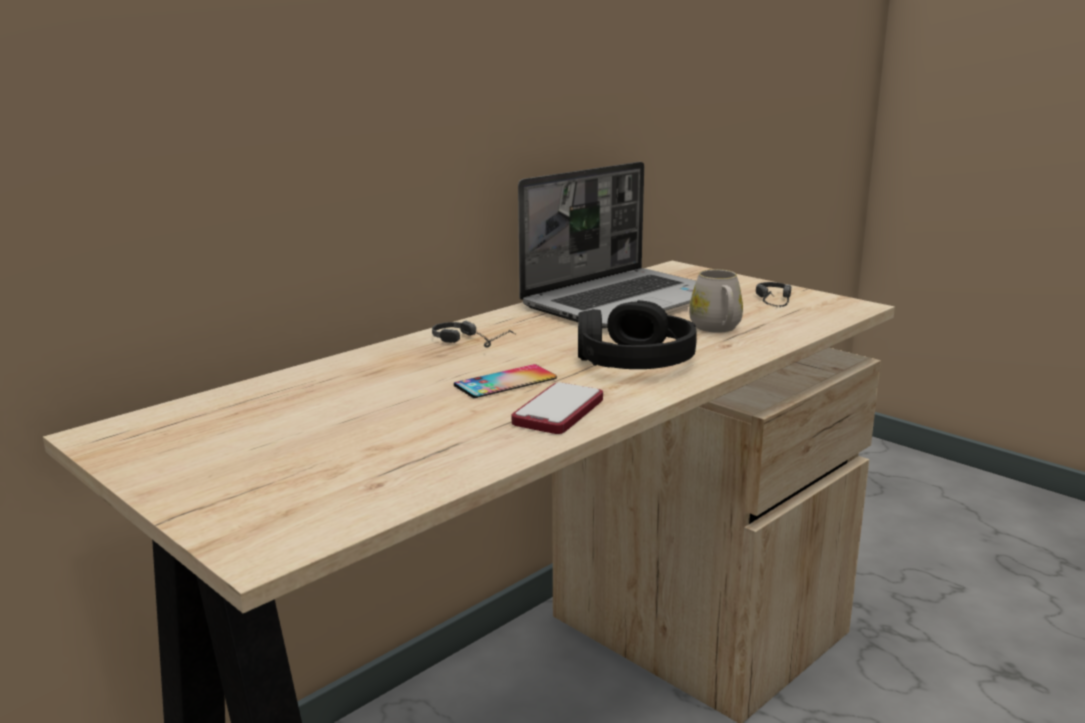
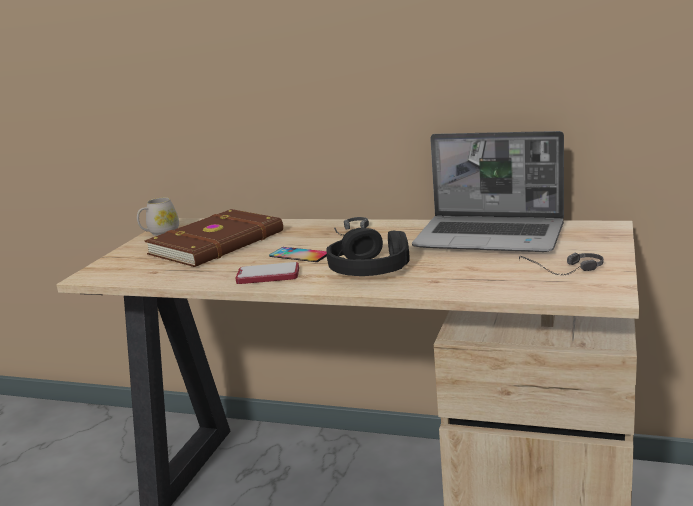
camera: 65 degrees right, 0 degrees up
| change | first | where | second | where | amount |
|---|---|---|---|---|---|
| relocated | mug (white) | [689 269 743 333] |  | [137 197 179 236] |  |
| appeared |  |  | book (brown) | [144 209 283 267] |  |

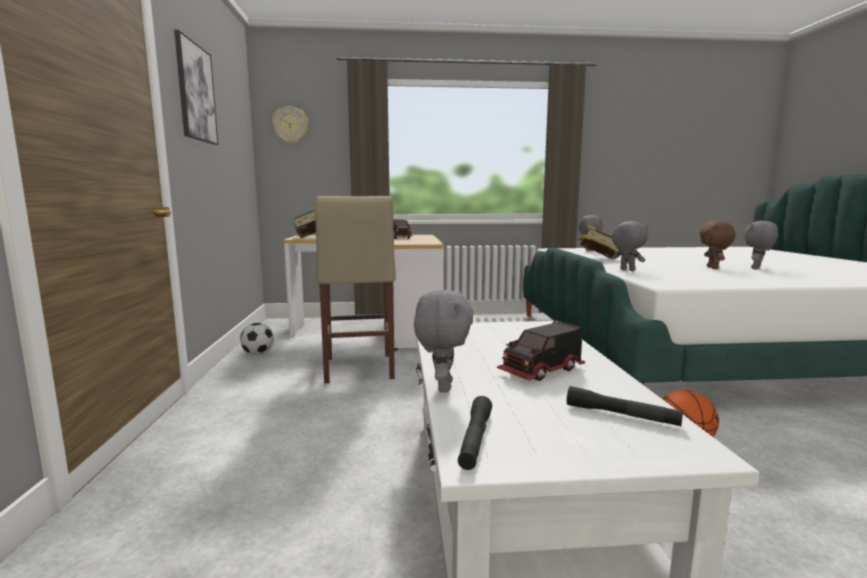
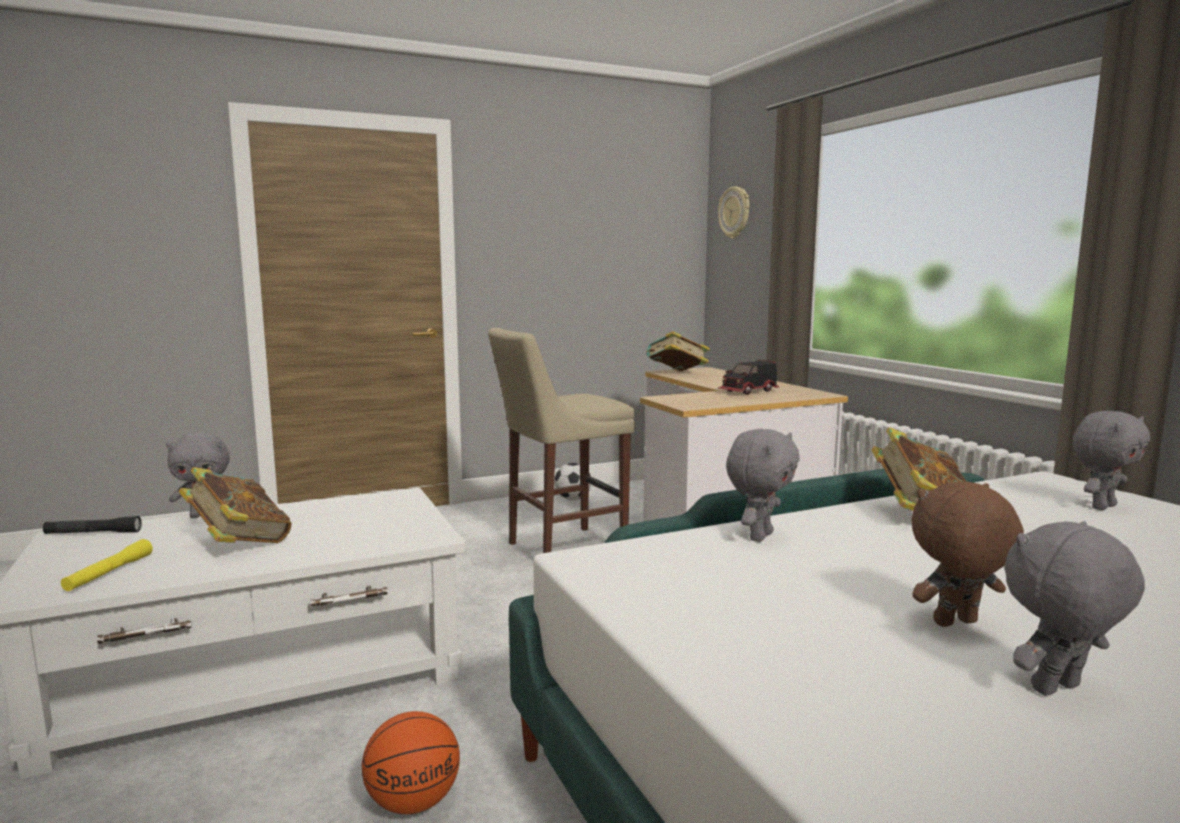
camera: 70 degrees right, 0 degrees up
| change | first | where | second | where | amount |
|---|---|---|---|---|---|
| colour | flashlight (black) | [567 386 683 427] | flashlight (yellow) | [61 539 153 591] |  |
| exchanged | toy truck | [496 321 585 381] | book | [179 467 291 543] |  |
| spun | plush toy (grey) | [744 221 778 269] |  | [1004 521 1145 696] | 45 degrees counterclockwise |
| missing | picture | [174 30 218 145] |  |  |  |

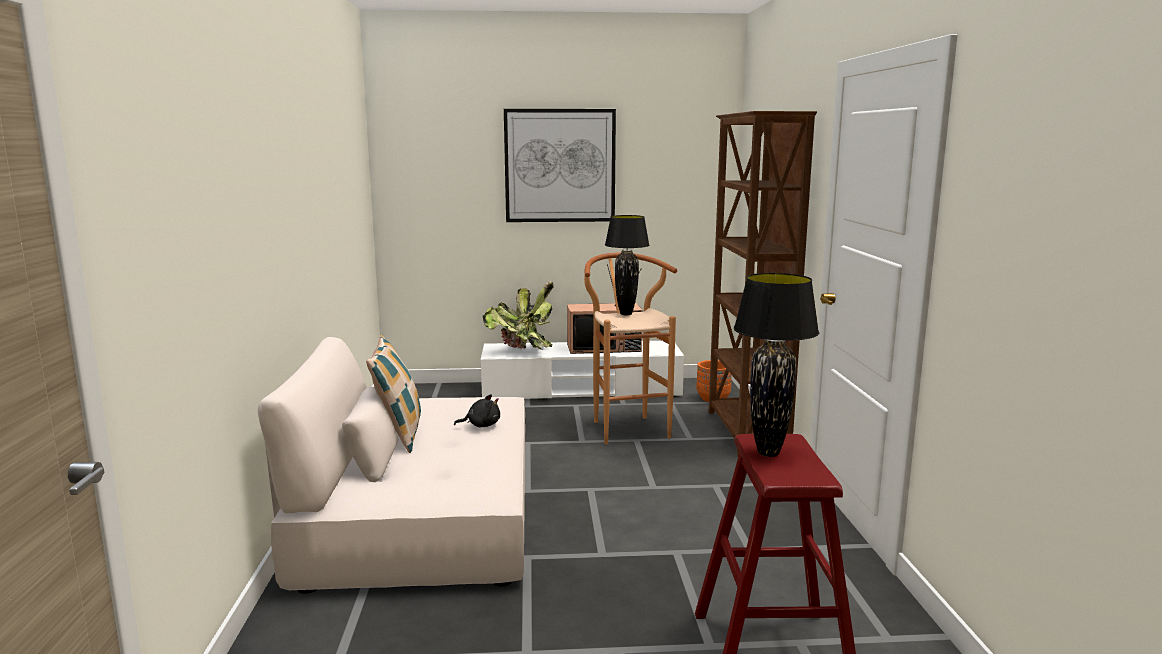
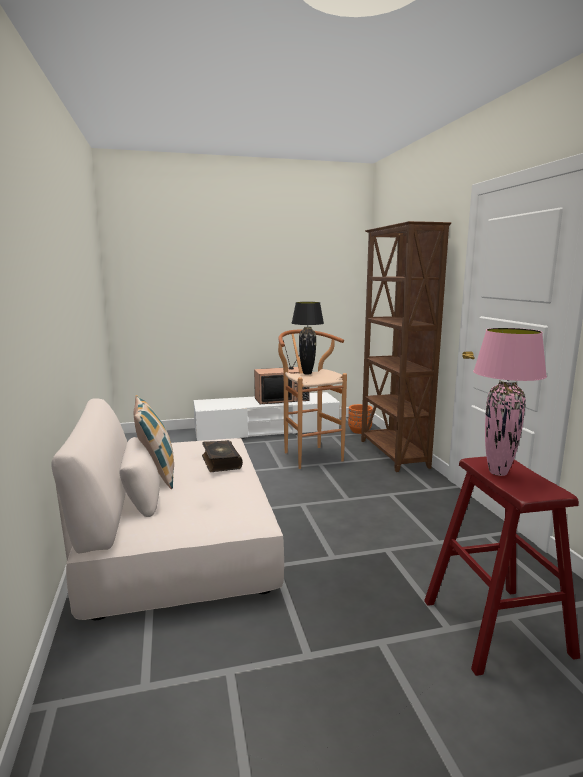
camera: 10 degrees left, 0 degrees up
| change | first | where | second | where | amount |
|---|---|---|---|---|---|
| exchanged | plush toy (black) | [454 394 500 428] | book | [202 440 243 472] |  |
| colour | table lamp (black) | [734 273 819 457] | table lamp (pink) | [473 328 547 476] |  |
| missing | potted plant | [483 282 554 350] |  |  |  |
| missing | picture | [504 109 616 222] |  |  |  |

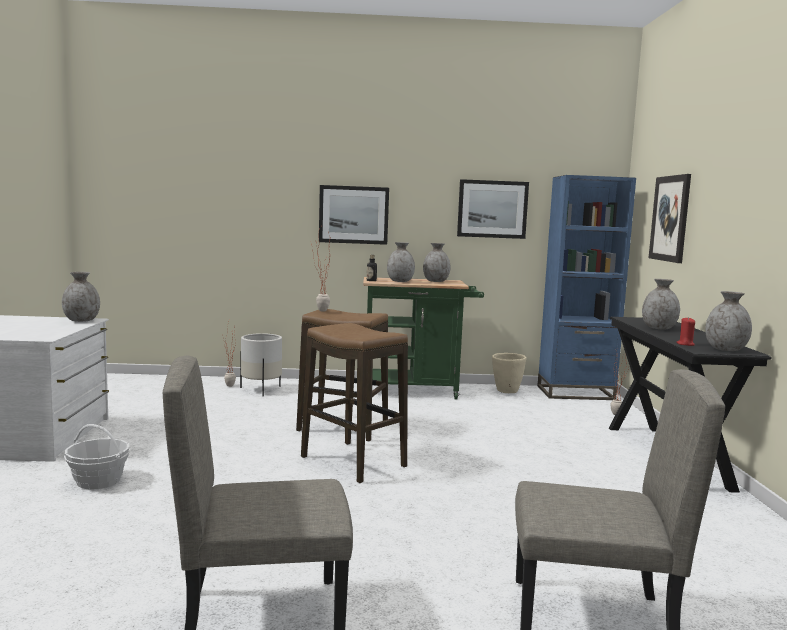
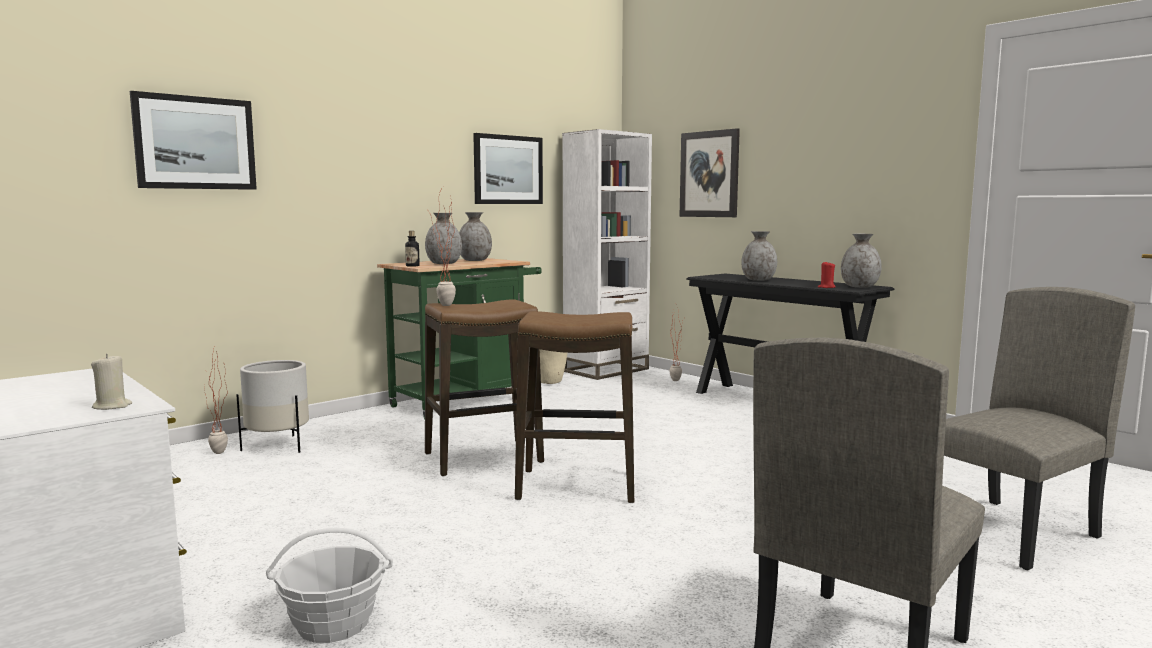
camera: 40 degrees left, 0 degrees up
| change | first | where | second | where | amount |
|---|---|---|---|---|---|
| appeared |  |  | candle (beige) | [91 354 132 410] |  |
| relocated | picture | [319 185 389 245] |  | [130 91 257 190] |  |
| colour | bookcase (blue) | [538 175 636 400] | bookcase (white) | [562 129 652 380] |  |
| missing | vase (grey) | [62 272 100 322] |  |  |  |

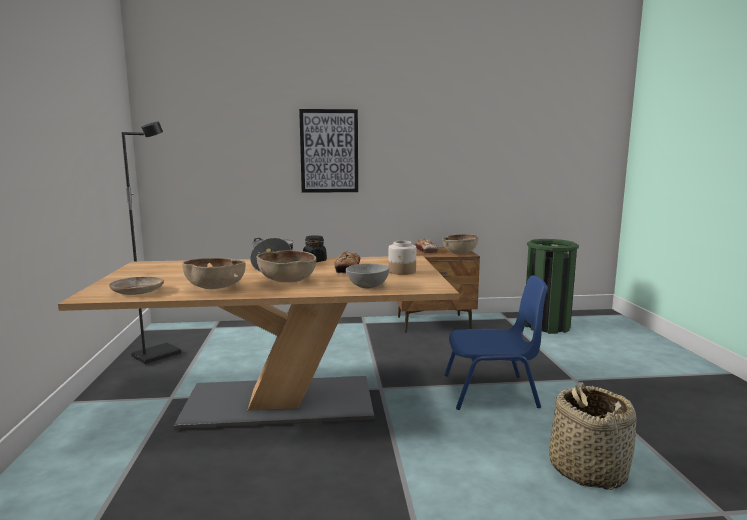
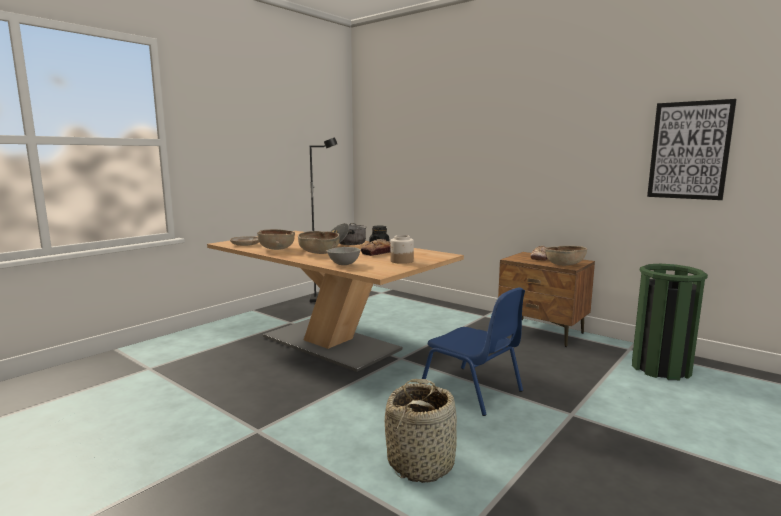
camera: 45 degrees right, 0 degrees up
| change | first | where | second | where | amount |
|---|---|---|---|---|---|
| relocated | picture | [299 109 358 193] |  | [647 99 737 200] |  |

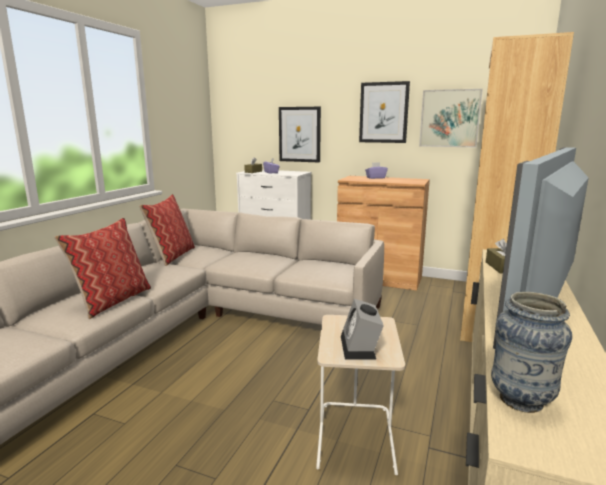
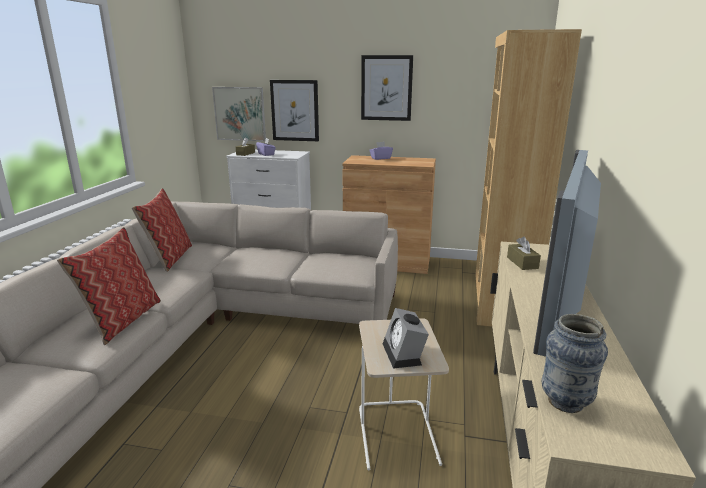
camera: 10 degrees left, 5 degrees up
| change | first | where | second | where | amount |
|---|---|---|---|---|---|
| relocated | picture | [419 89 483 148] |  | [212 87 266 141] |  |

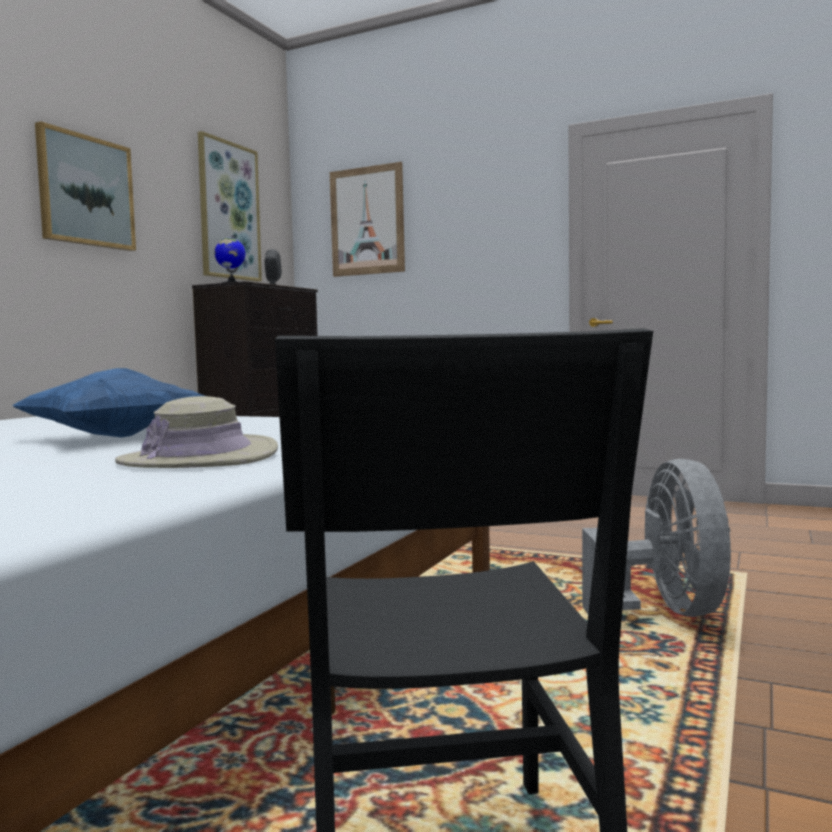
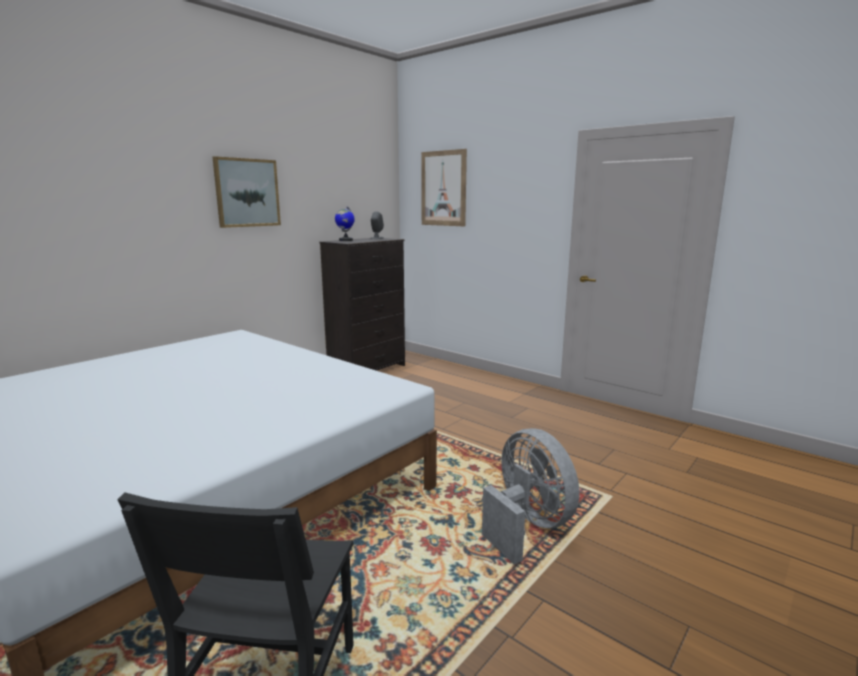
camera: 15 degrees right, 10 degrees up
| change | first | where | second | where | amount |
|---|---|---|---|---|---|
| spun | fan (grey) | [582 459 731 617] |  | [482 428 580 565] | 45 degrees counterclockwise |
| missing | pillow (blue) | [12 368 205 438] |  |  |  |
| missing | hat (beige) | [115 396 278 468] |  |  |  |
| missing | picture | [198 131 262 282] |  |  |  |

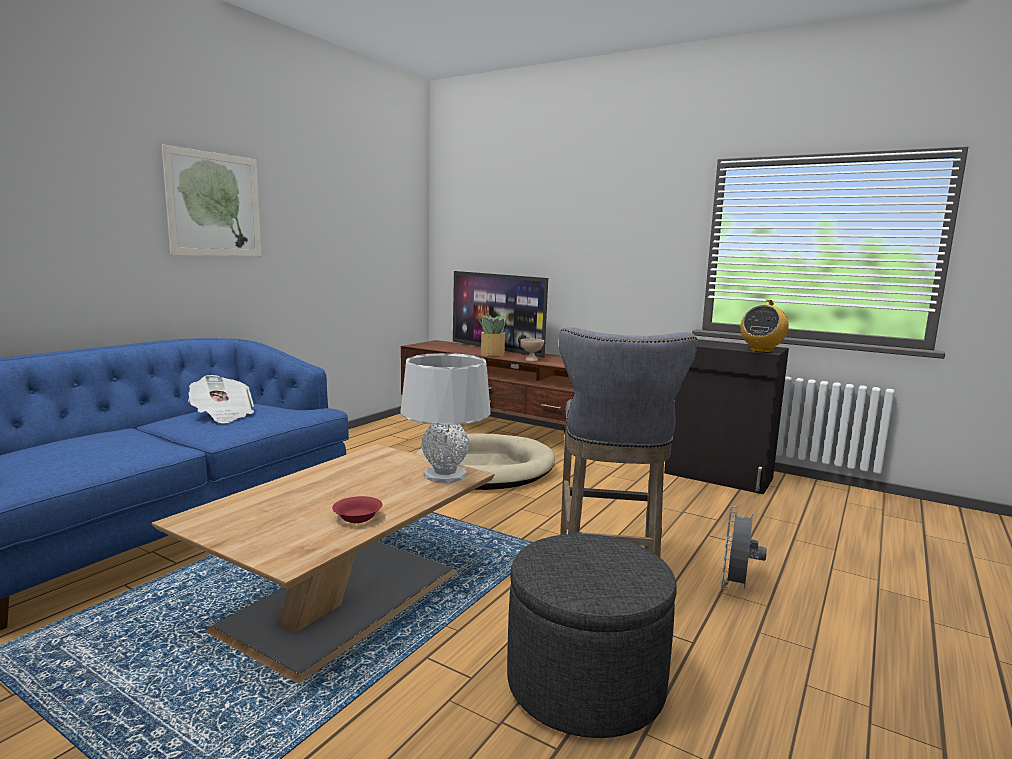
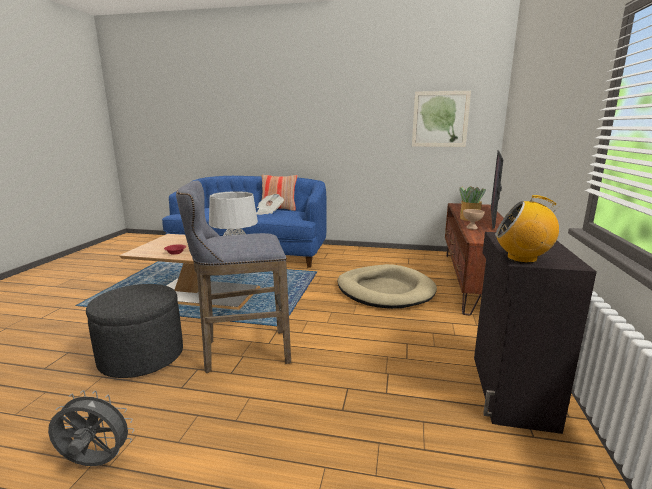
camera: 70 degrees right, 5 degrees up
| change | first | where | second | where | amount |
|---|---|---|---|---|---|
| relocated | fan (grey) | [721 506 767 590] |  | [48 390 134 466] |  |
| appeared |  |  | pillow | [261 175 297 211] |  |
| relocated | picture | [162 144 261 256] |  | [412 91 471 147] |  |

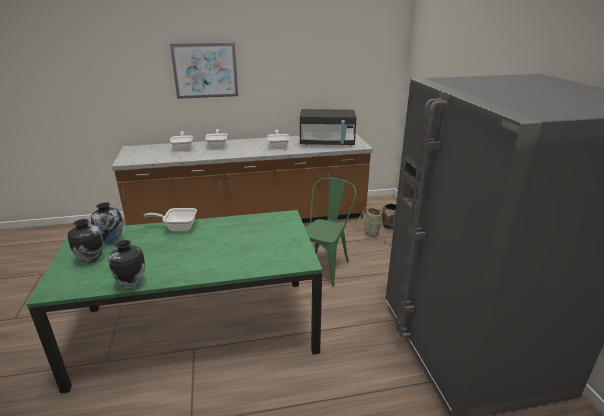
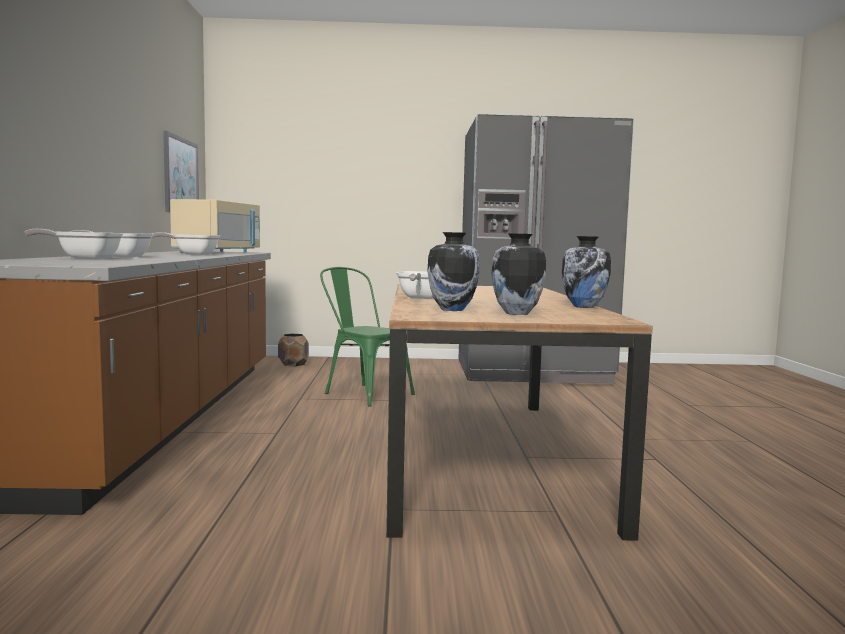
camera: 80 degrees left, 20 degrees down
| change | first | where | second | where | amount |
|---|---|---|---|---|---|
| relocated | picture | [170 42 238 99] |  | [163 131 199 212] |  |
| colour | microwave (black) | [300 109 357 146] | microwave (beige) | [170 199 260 253] |  |
| colour | dining table (green) | [26 210 323 394] | dining table (brown) | [386 284 653 541] |  |
| missing | basket | [354 207 391 242] |  |  |  |

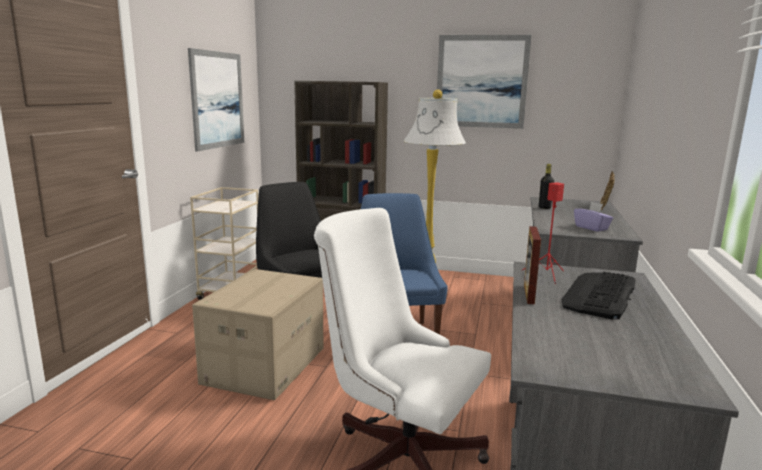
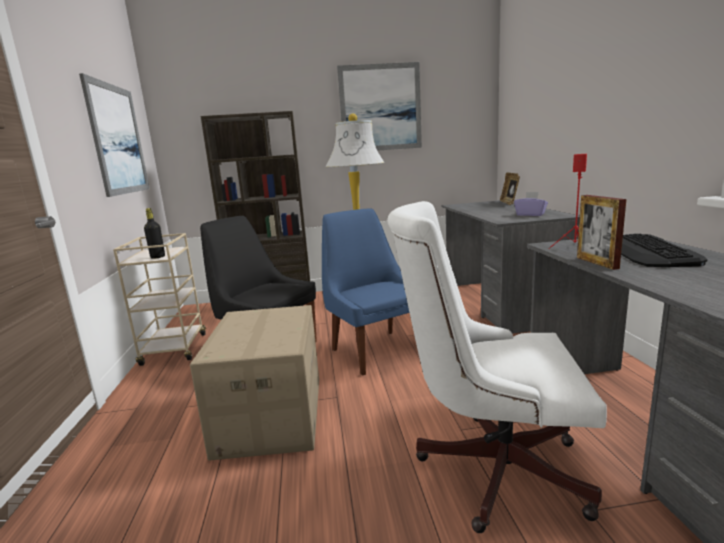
camera: 20 degrees left, 0 degrees up
| change | first | where | second | where | amount |
|---|---|---|---|---|---|
| relocated | bottle (black) | [539 164 554 209] |  | [144 208 165 259] |  |

